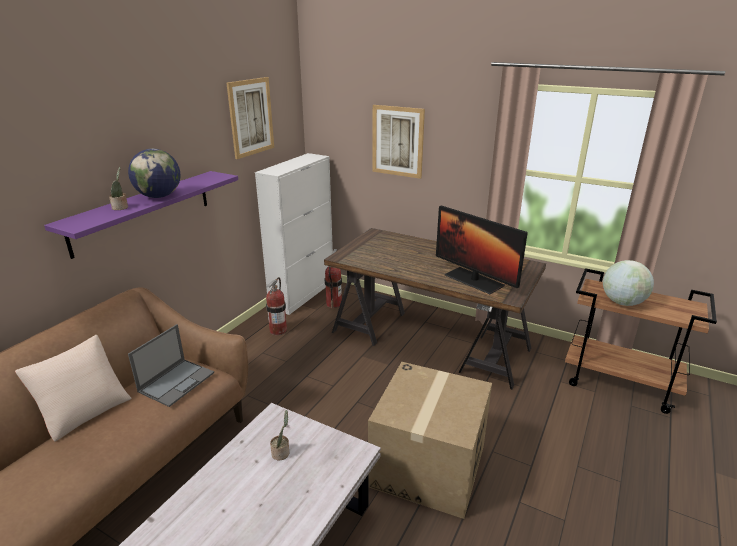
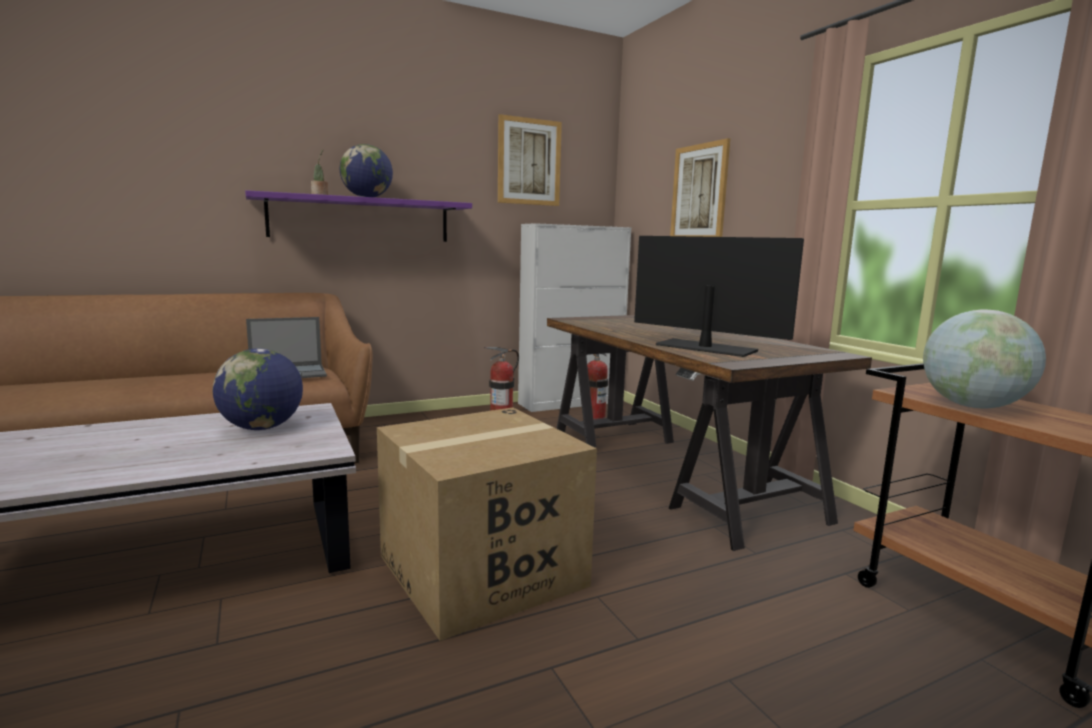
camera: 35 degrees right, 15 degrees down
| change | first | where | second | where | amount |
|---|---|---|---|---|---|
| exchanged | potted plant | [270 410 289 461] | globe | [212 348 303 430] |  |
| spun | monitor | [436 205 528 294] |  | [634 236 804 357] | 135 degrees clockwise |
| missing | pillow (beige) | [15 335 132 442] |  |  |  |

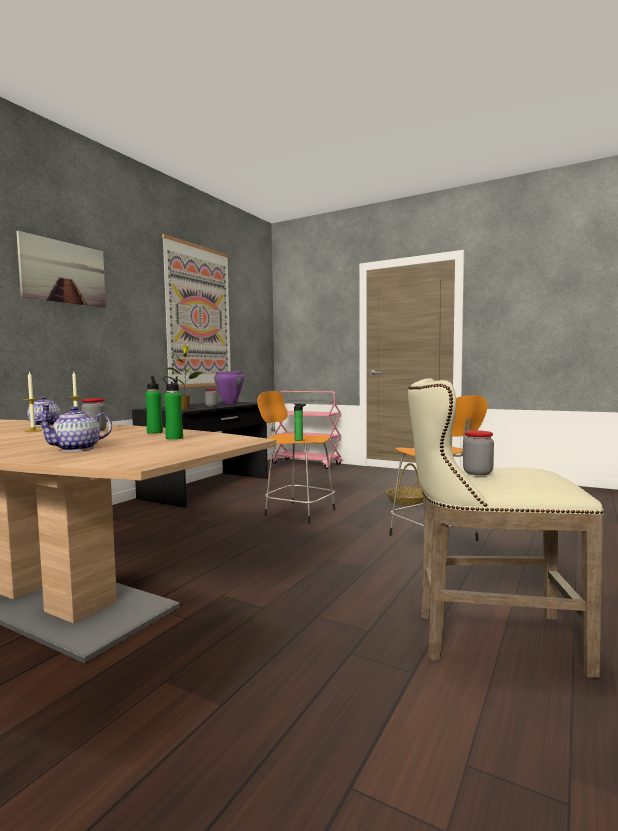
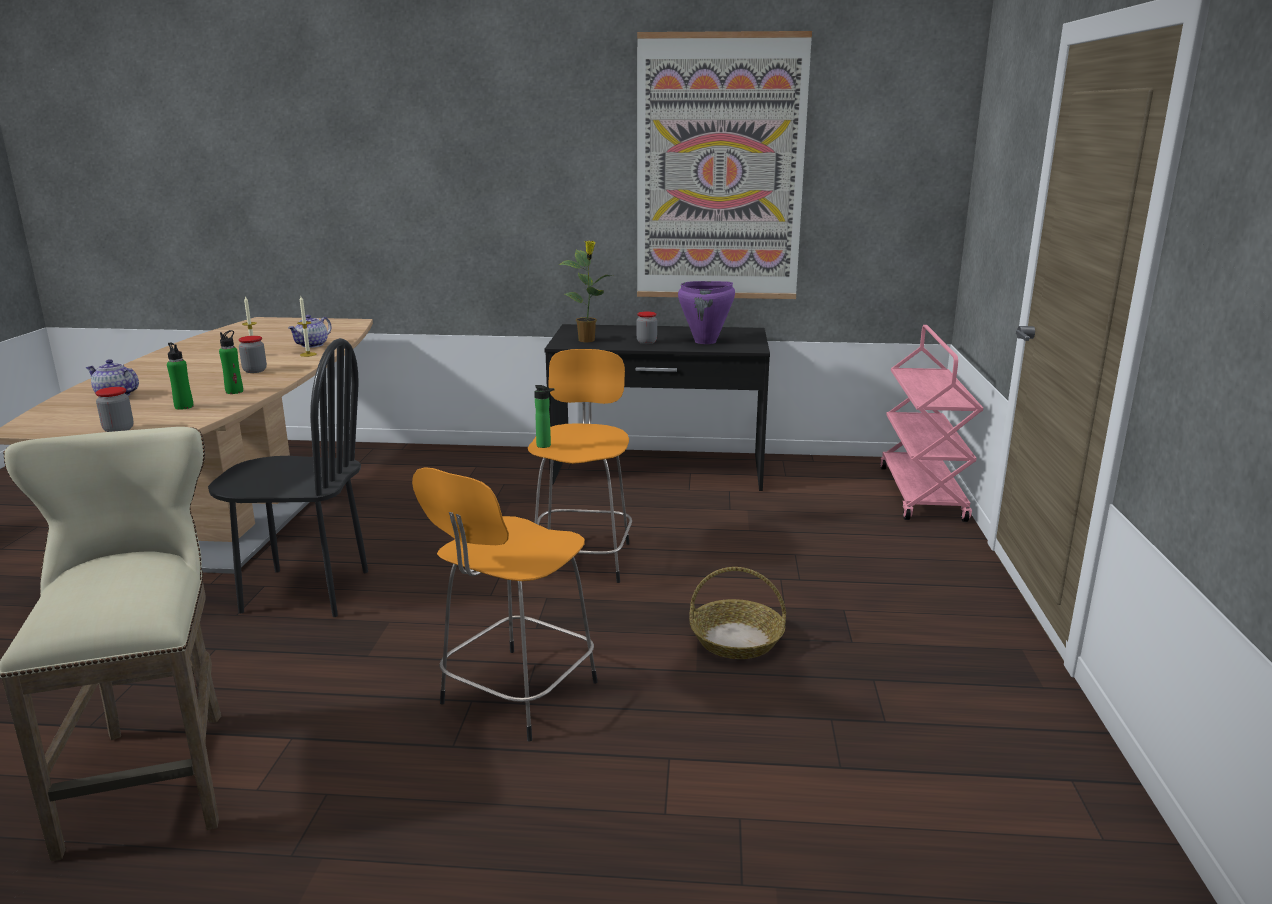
camera: 65 degrees right, 15 degrees up
| change | first | where | second | where | amount |
|---|---|---|---|---|---|
| relocated | jar | [463 430 494 475] |  | [95 387 134 432] |  |
| appeared |  |  | chair (black) | [208 338 368 617] |  |
| missing | picture | [16 231 106 308] |  |  |  |

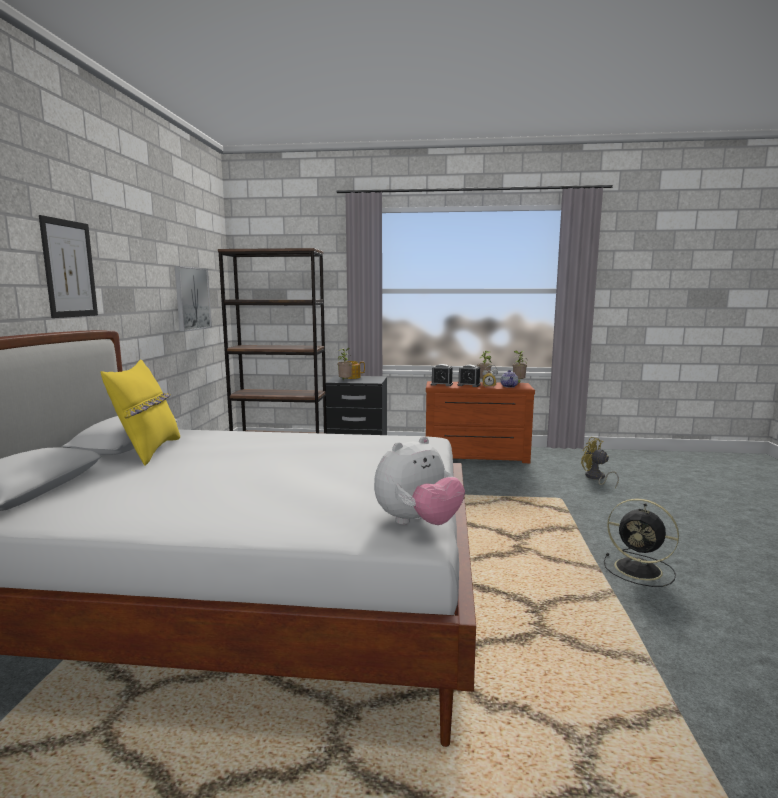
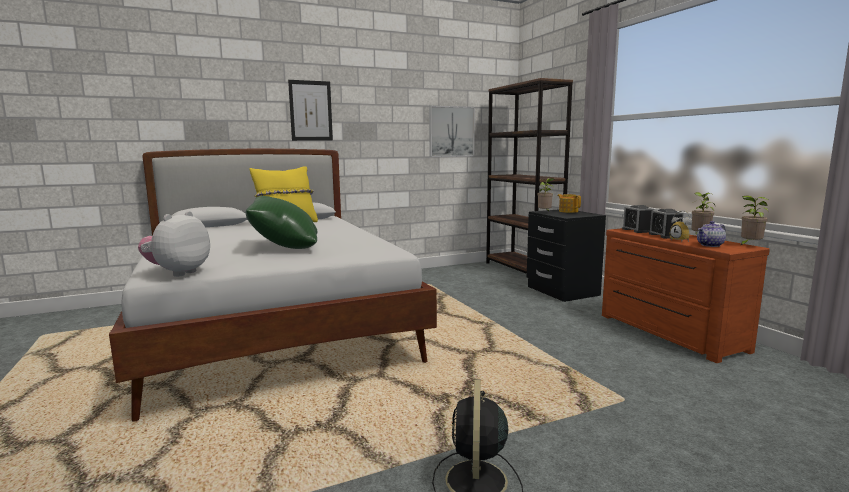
camera: 60 degrees right, 0 degrees up
| change | first | where | second | where | amount |
|---|---|---|---|---|---|
| spun | plush toy | [374 436 465 525] |  | [138 211 210 277] | 90 degrees clockwise |
| appeared |  |  | pillow (green) | [245 196 317 249] |  |
| missing | fan (yellow) | [581 437 619 488] |  |  |  |

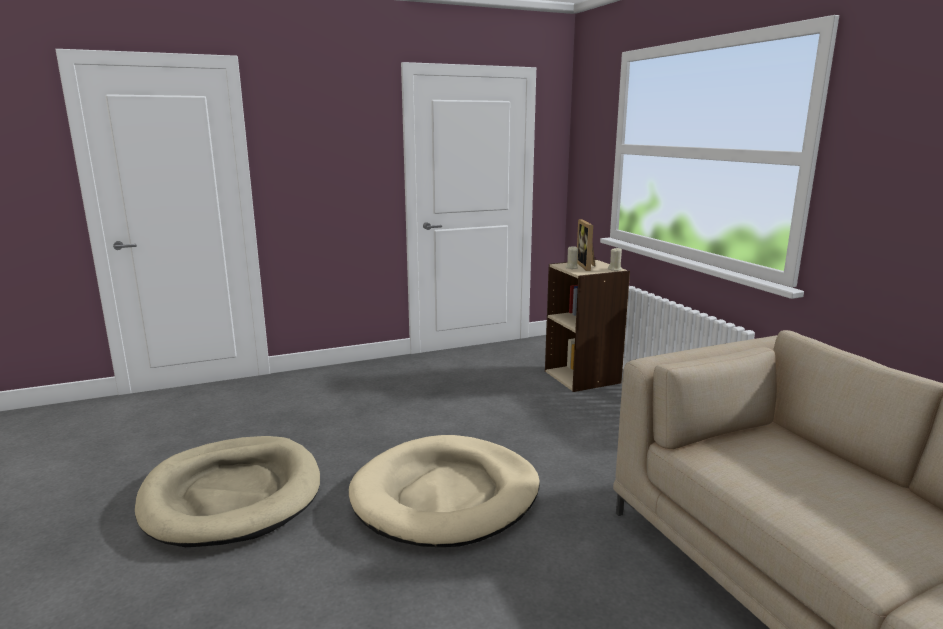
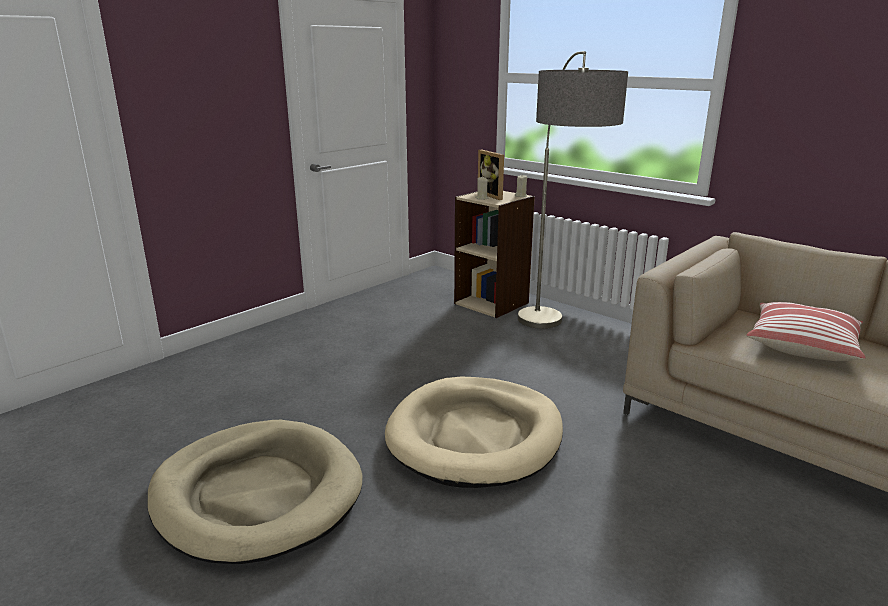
camera: 25 degrees left, 5 degrees up
| change | first | where | second | where | amount |
|---|---|---|---|---|---|
| appeared |  |  | floor lamp | [518 51 628 329] |  |
| appeared |  |  | pillow | [746 302 866 361] |  |

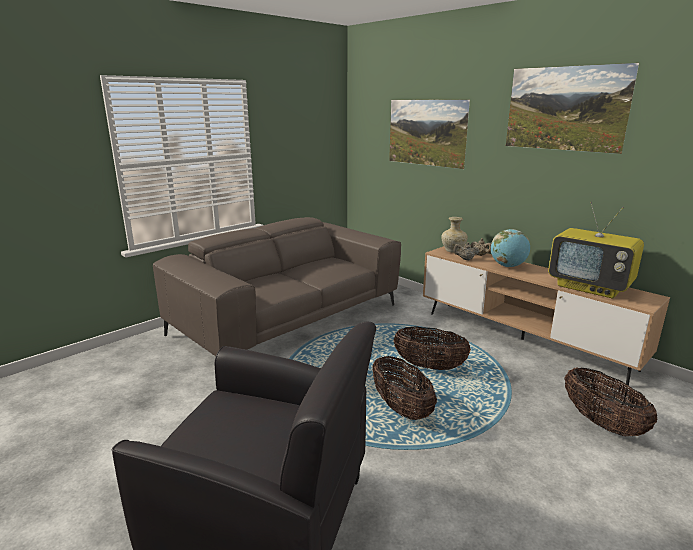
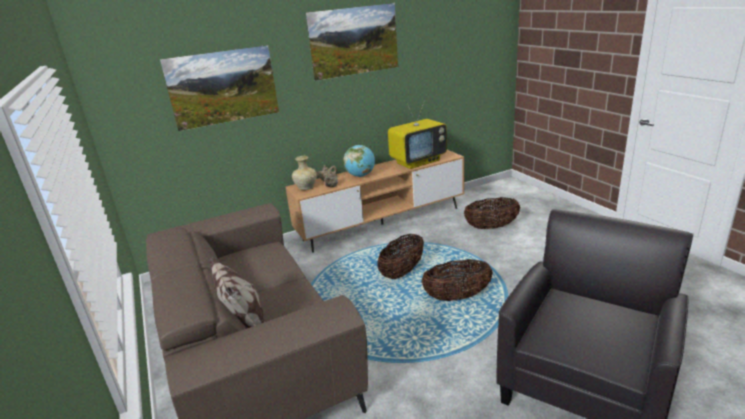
camera: 70 degrees left, 5 degrees up
| change | first | where | second | where | amount |
|---|---|---|---|---|---|
| appeared |  |  | pillow | [210 257 264 328] |  |

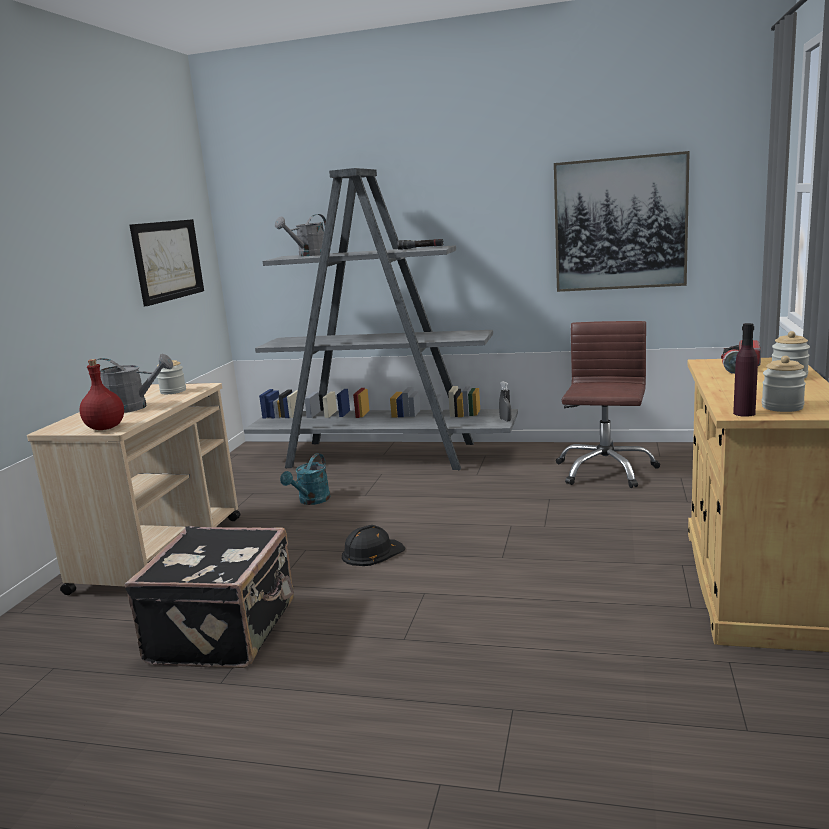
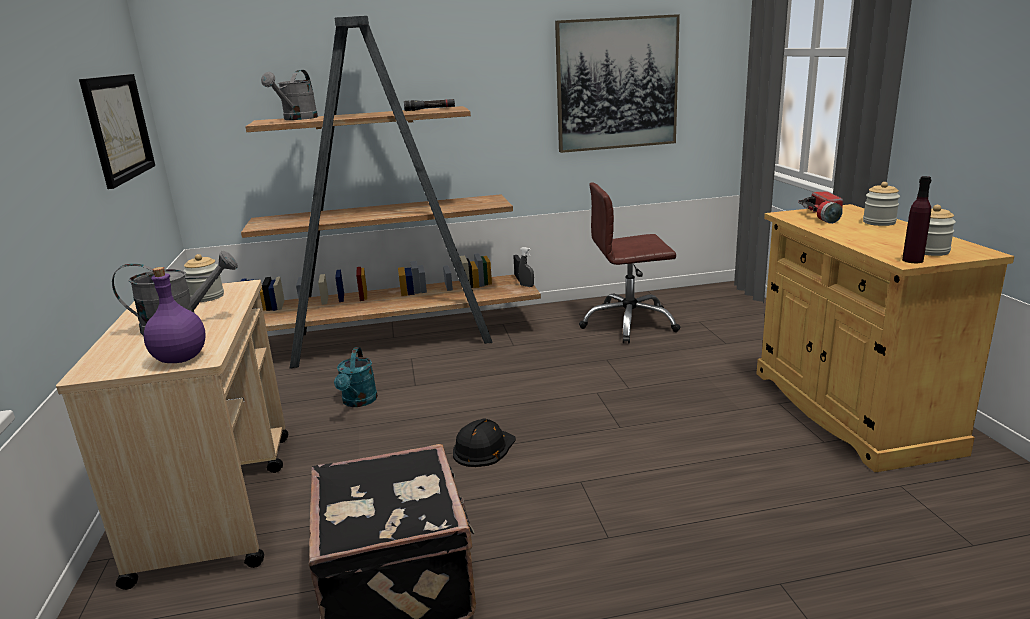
camera: 25 degrees left, 5 degrees up
| change | first | where | second | where | amount |
|---|---|---|---|---|---|
| colour | bottle (red) | [80 359 124 430] | bottle (purple) | [144 267 206 363] |  |
| colour | bookcase (grey) | [244 168 518 470] | bookcase (brown) | [241 16 541 369] |  |
| spun | office chair (brown) | [556 321 660 488] |  | [579 182 681 343] | 90 degrees counterclockwise |

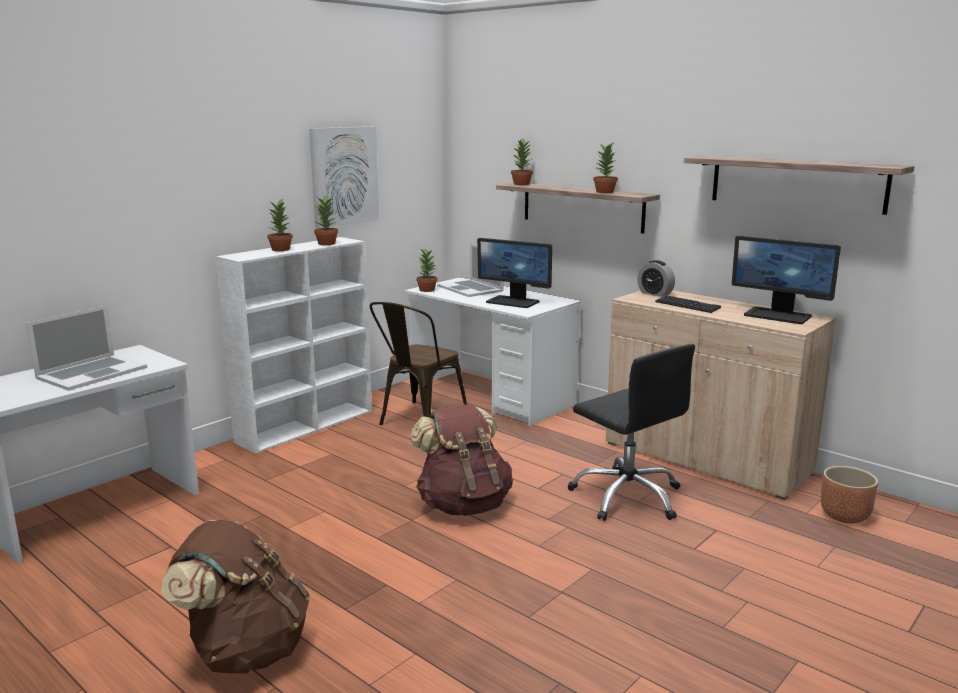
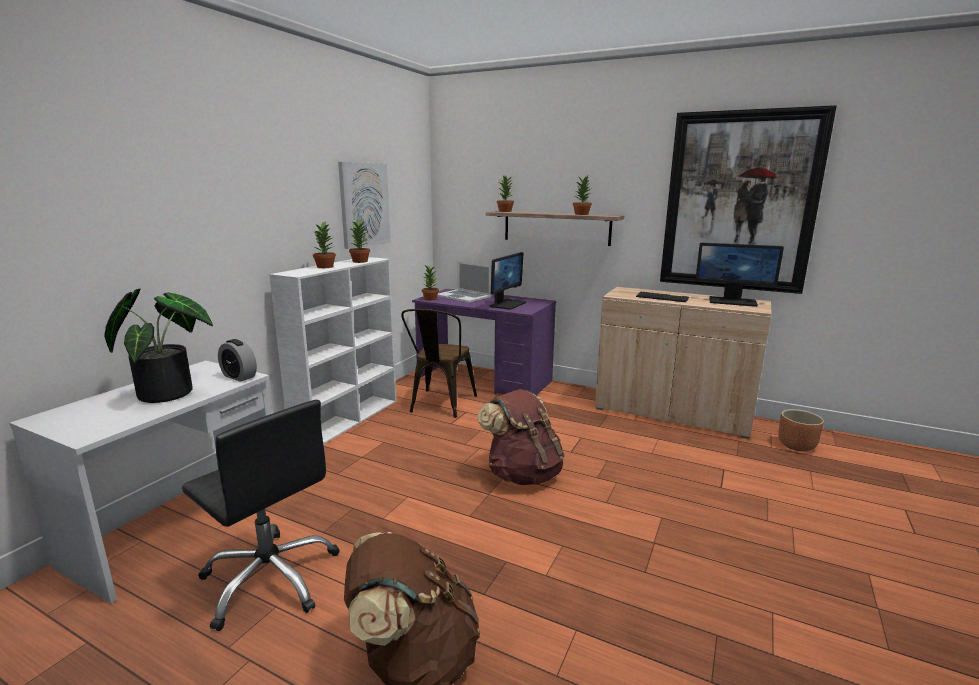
camera: 15 degrees left, 0 degrees up
| change | first | where | second | where | amount |
|---|---|---|---|---|---|
| exchanged | laptop | [26 306 147 391] | potted plant | [104 289 213 403] |  |
| relocated | office chair (black) | [567 344 695 521] |  | [182 400 340 631] |  |
| relocated | alarm clock | [637 260 675 297] |  | [218 339 257 382] |  |
| colour | desk (white) | [405 278 582 426] | desk (purple) | [412 289 556 395] |  |
| spun | monitor | [477 238 552 308] |  | [490 252 526 310] | 75 degrees counterclockwise |
| exchanged | shelf | [684 156 914 215] | picture | [660 105 837 294] |  |

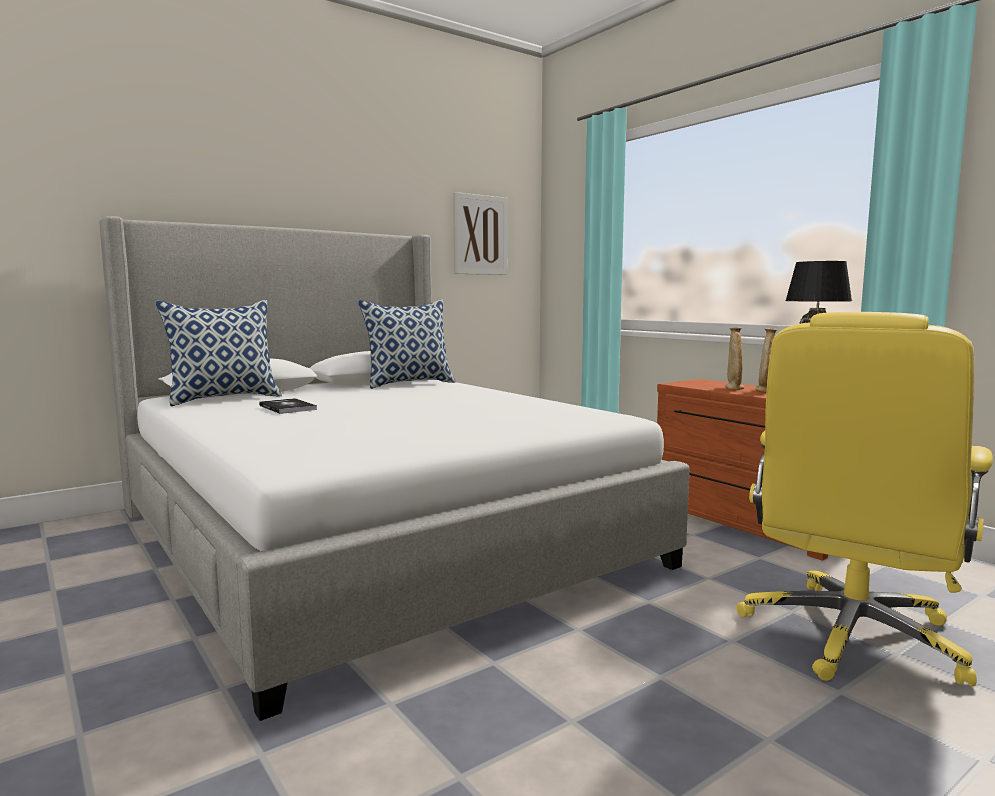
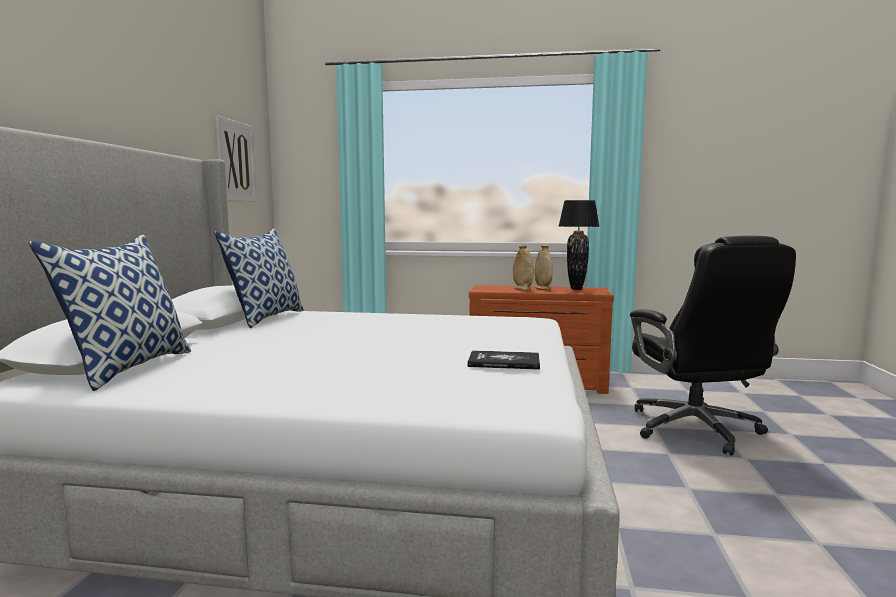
camera: 45 degrees left, 0 degrees up
| change | first | where | second | where | amount |
|---|---|---|---|---|---|
| relocated | book | [259 398 317 414] |  | [468 350 540 370] |  |
| colour | office chair (yellow) | [737 312 993 686] | office chair (black) | [630 236 796 456] |  |

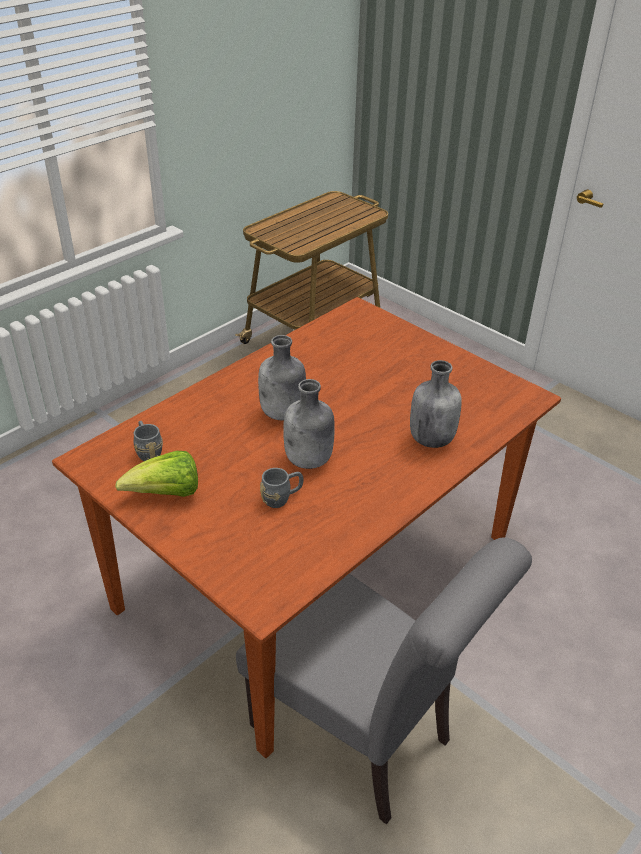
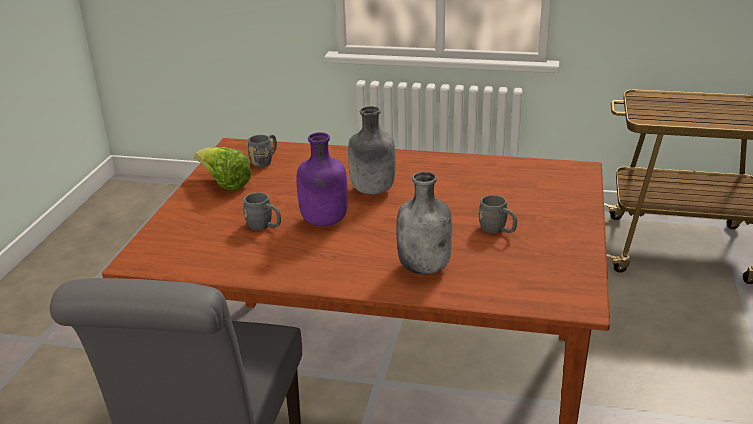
camera: 60 degrees right, 10 degrees down
| change | first | where | second | where | amount |
|---|---|---|---|---|---|
| colour | bottle (grey) | [283 379 335 469] | bottle (purple) | [297 132 348 226] |  |
| appeared |  |  | mug (grey) | [478 195 517 234] |  |

